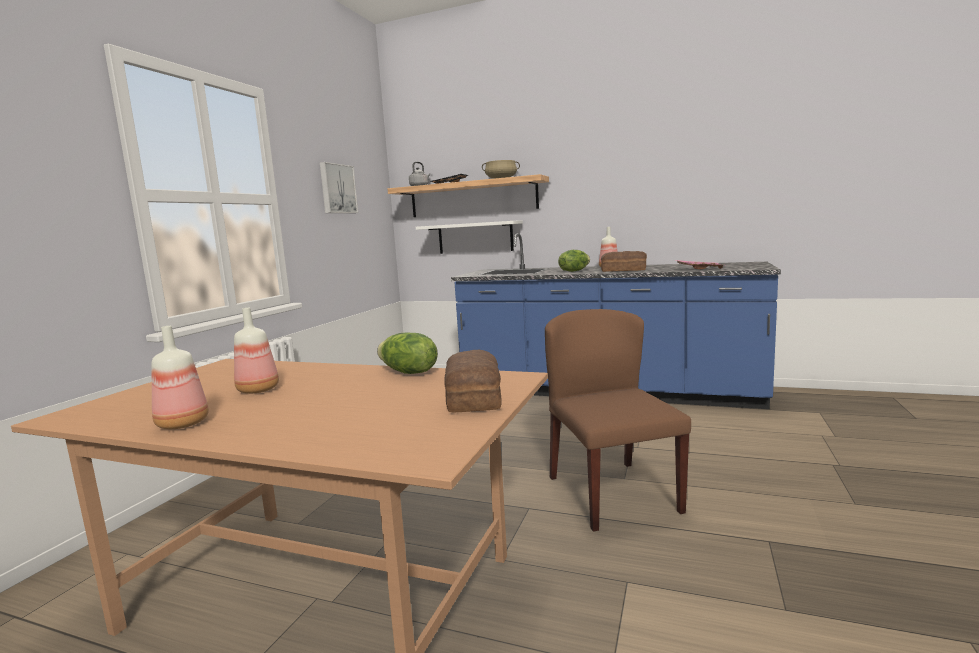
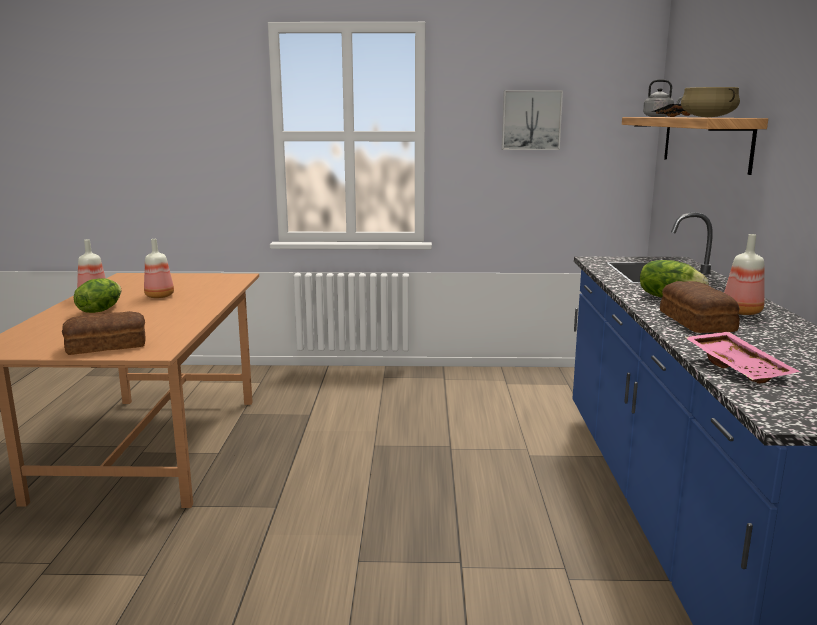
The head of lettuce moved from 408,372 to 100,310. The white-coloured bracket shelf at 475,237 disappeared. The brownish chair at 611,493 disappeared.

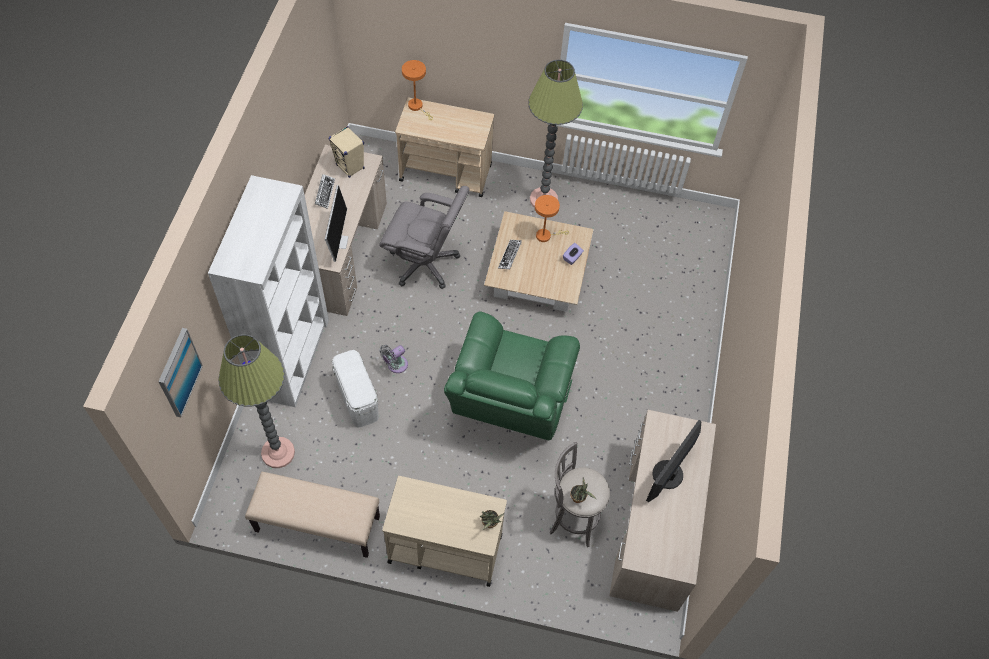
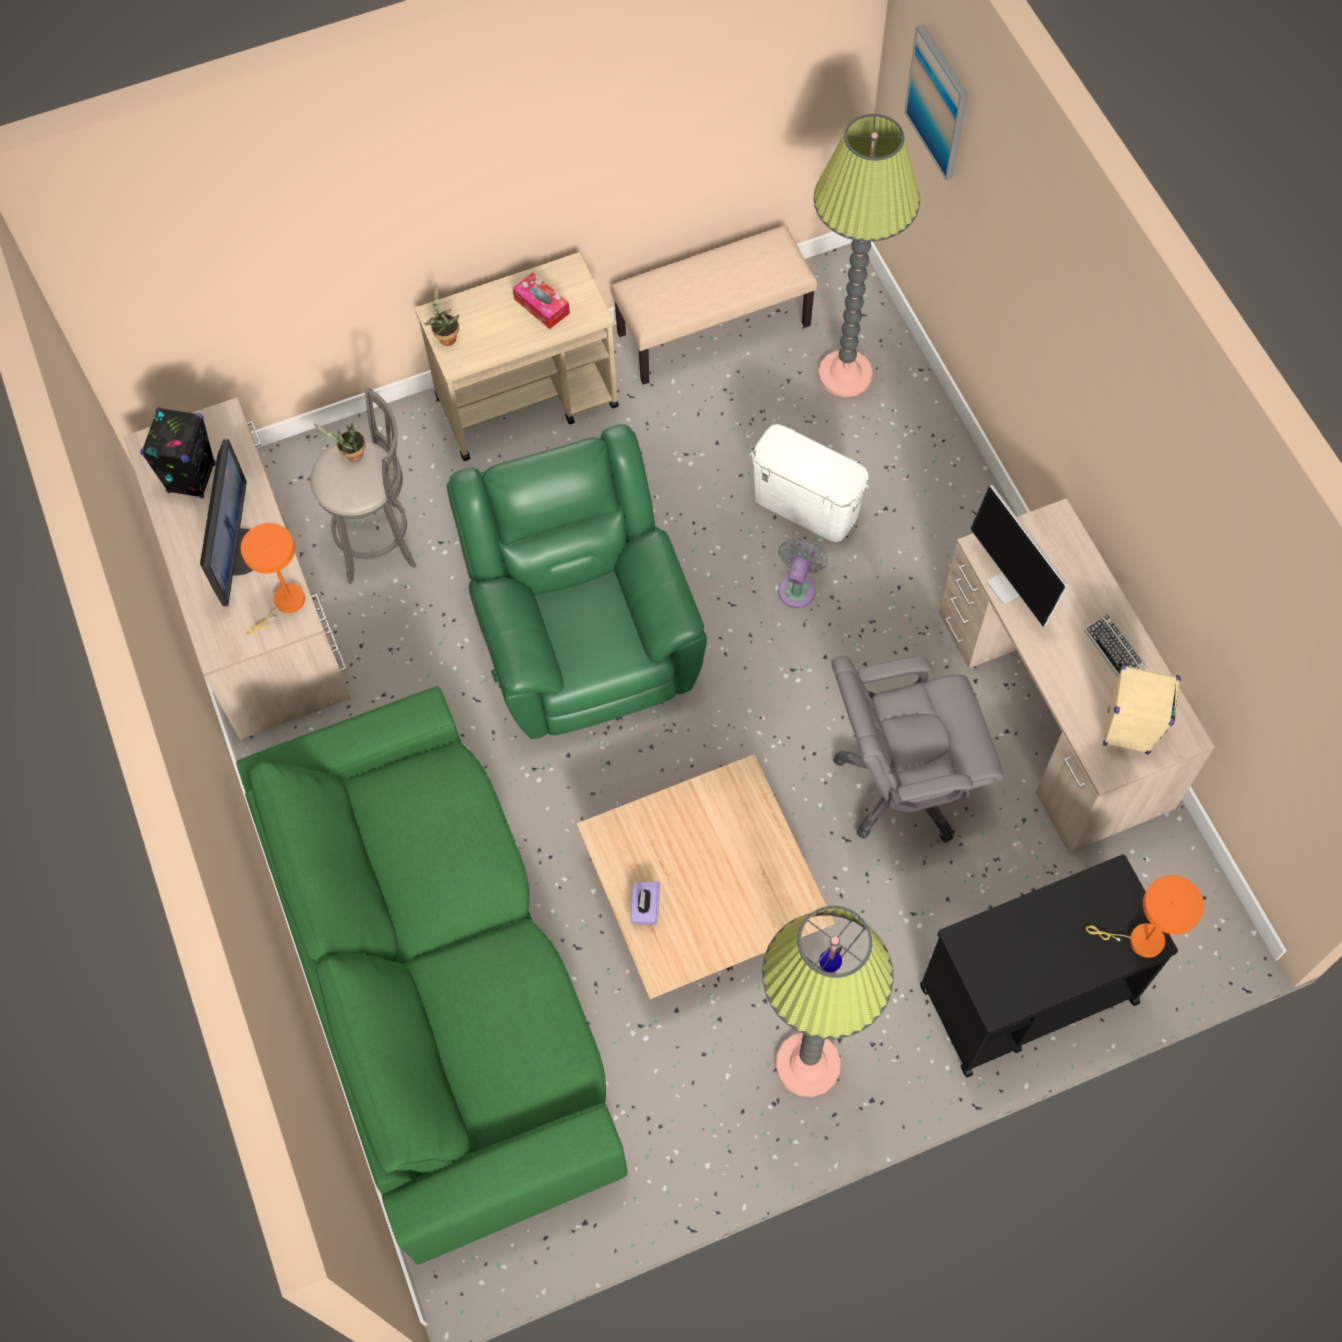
The white-coloured bookcase at 291,357 disappeared. The sand-coloured trolley at 446,173 became the black-coloured trolley at 1026,994. The computer keyboard at 510,256 disappeared. The orangey lamp for a table moved from 546,235 to 285,604. The black-coloured speaker at 192,478 appeared. The green settee at 441,981 appeared. The box of tissues at 541,306 appeared.

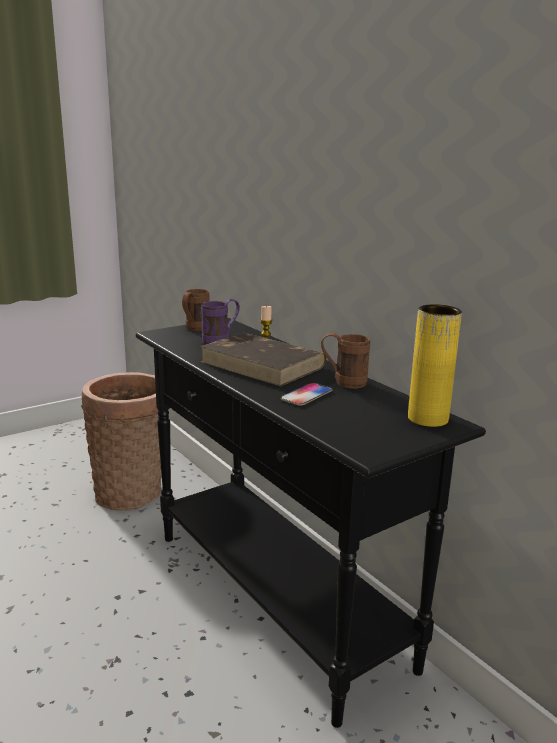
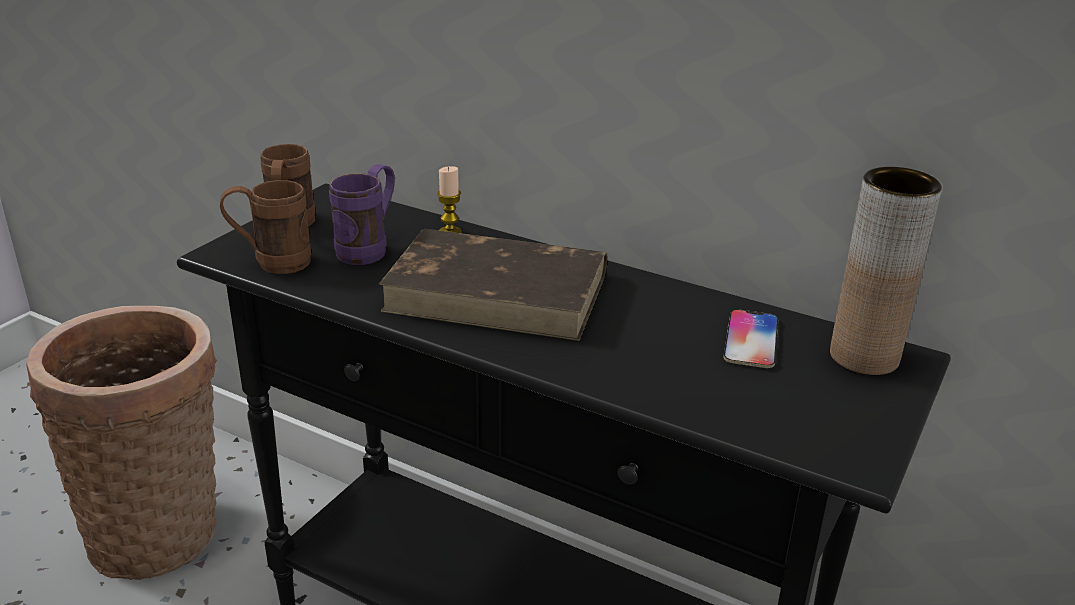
The phone moved from 306,395 to 751,340. The brownish mug moved from 343,382 to 271,263. The yellowish flower vase at 427,419 became the brownish flower vase at 864,357.

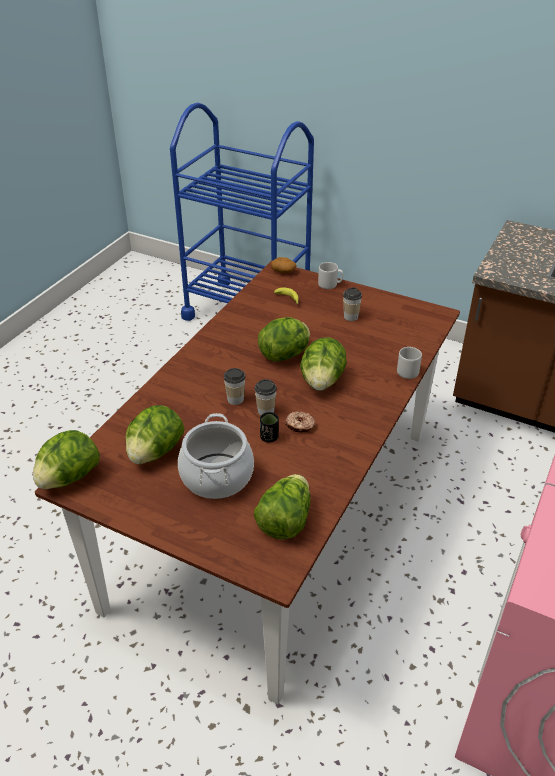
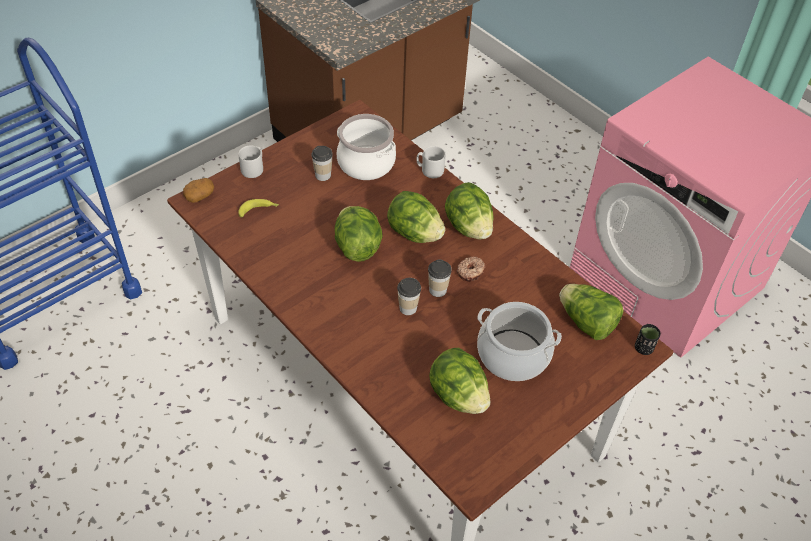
The head of lettuce moved from 69,478 to 468,227. The black-coloured small cup moved from 269,437 to 643,348. The saucepot at 366,162 appeared.

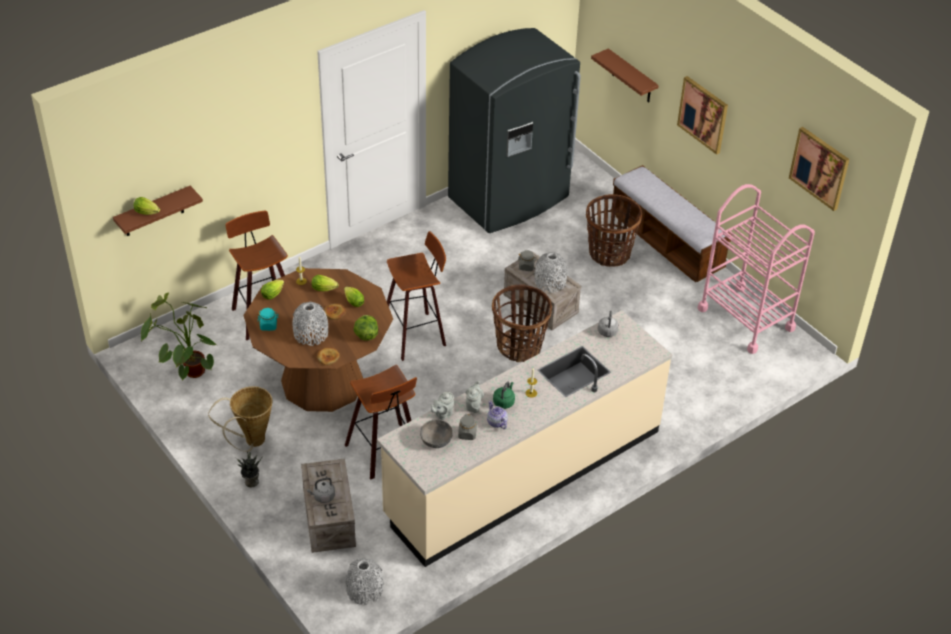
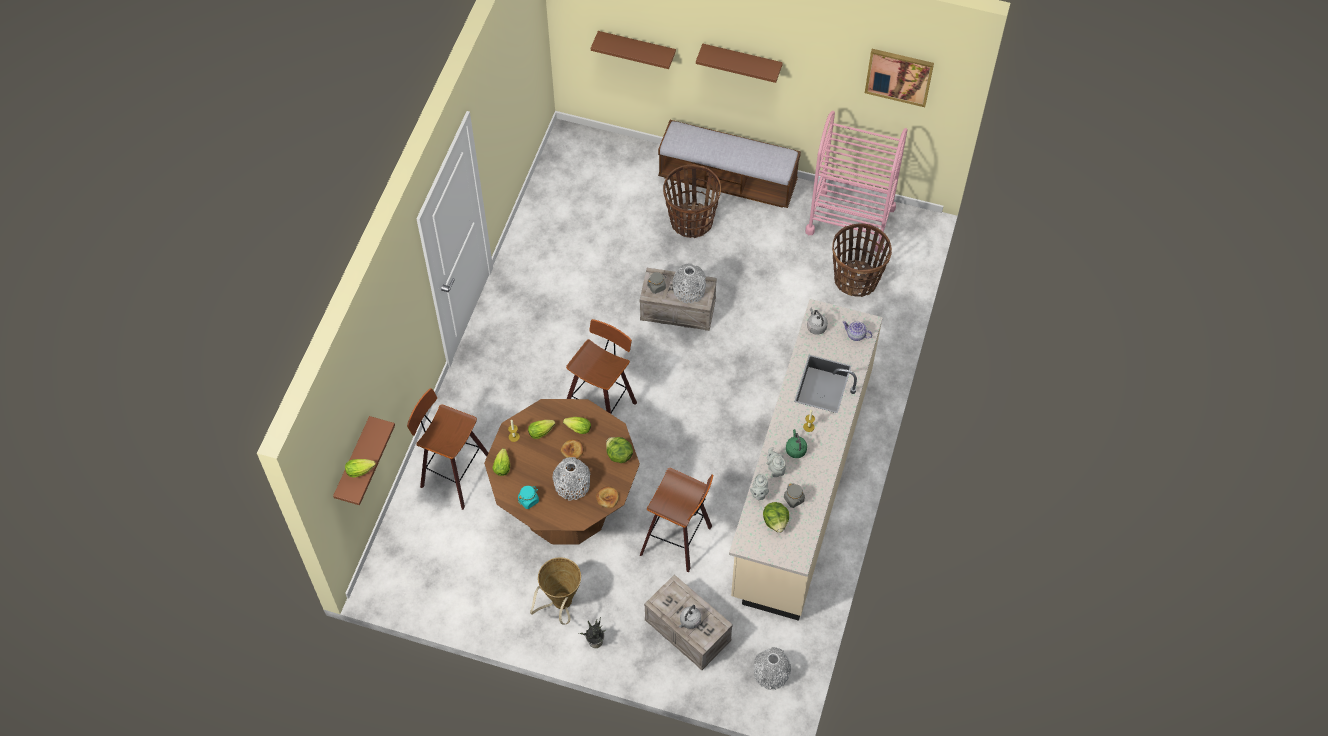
The potted plant at 186,368 disappeared. The gray serving bowl at 436,440 was replaced by the head of lettuce at 775,521. The gray fridge at 510,199 disappeared. The pot for tea moved from 496,422 to 855,335. The storage basket moved from 519,347 to 856,279. The wall art at 703,114 was replaced by the brownish bracket shelf at 741,62.

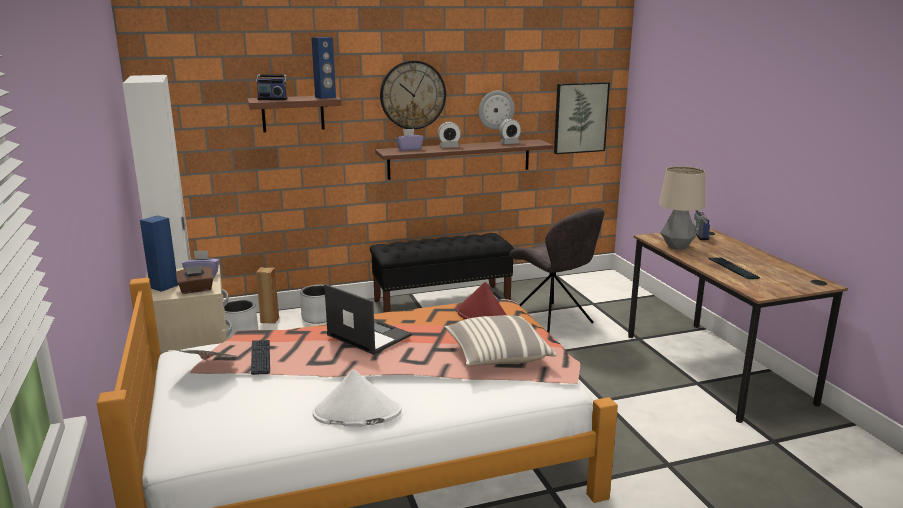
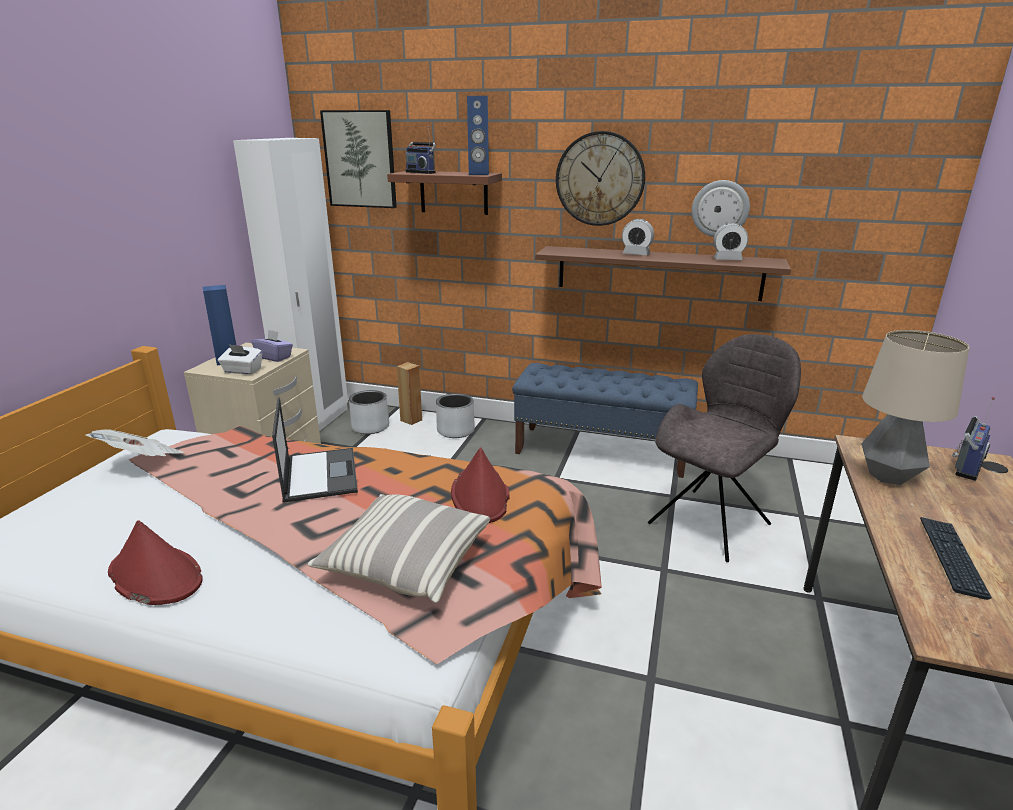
The brownish box of tissues at 196,289 became the white-coloured box of tissues at 242,371. The computer keyboard at 260,357 disappeared. The white-coloured wearable hat at 356,413 became the reddish wearable hat at 155,576. The black-coloured bench at 442,301 became the bluish bench at 602,451. The purplish box of tissues at 409,149 disappeared. The gray chair at 552,321 turned 135 degrees counterclockwise. The wall art moved from 580,117 to 360,159.

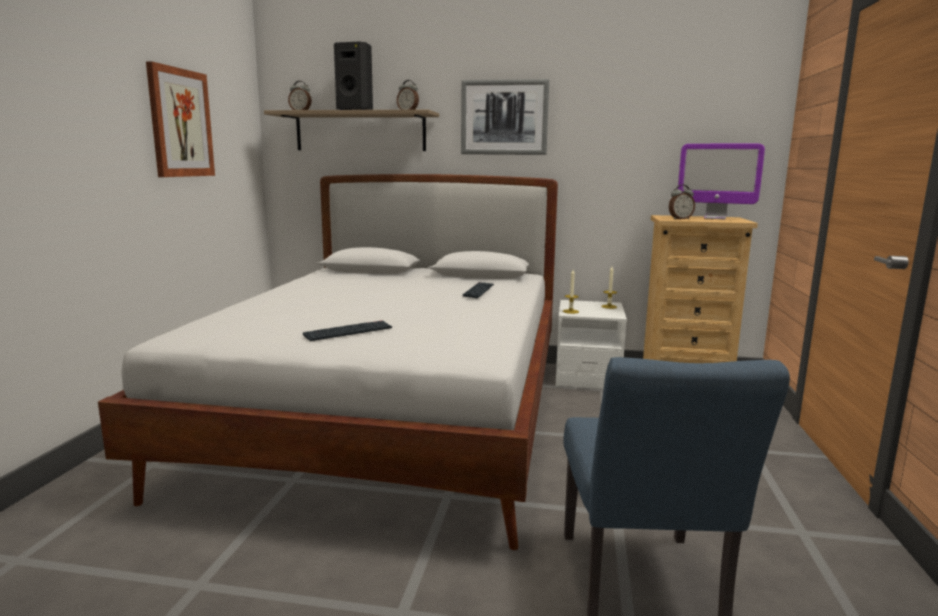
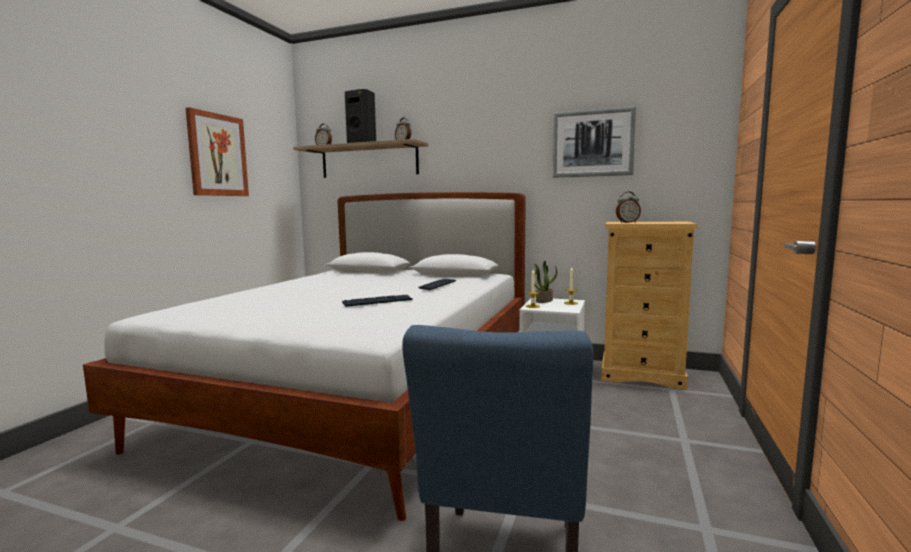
The computer keyboard moved from 348,332 to 378,302. The wall art moved from 504,117 to 592,143. The computer screen at 715,218 disappeared. The potted plant at 544,300 appeared.

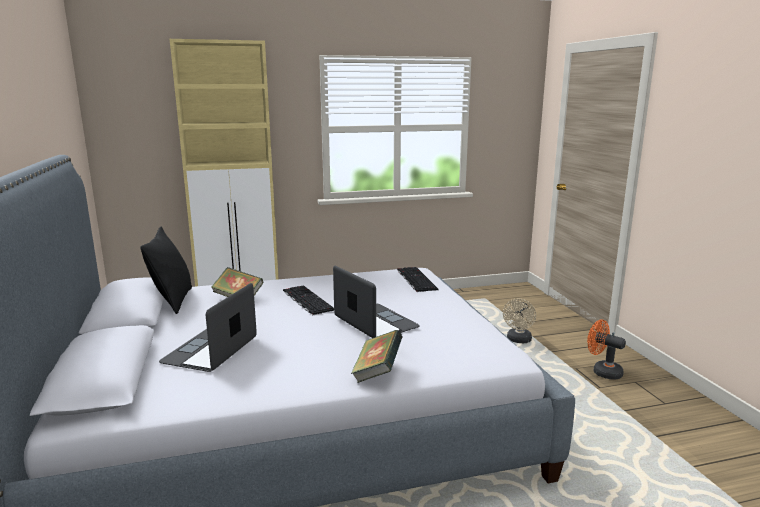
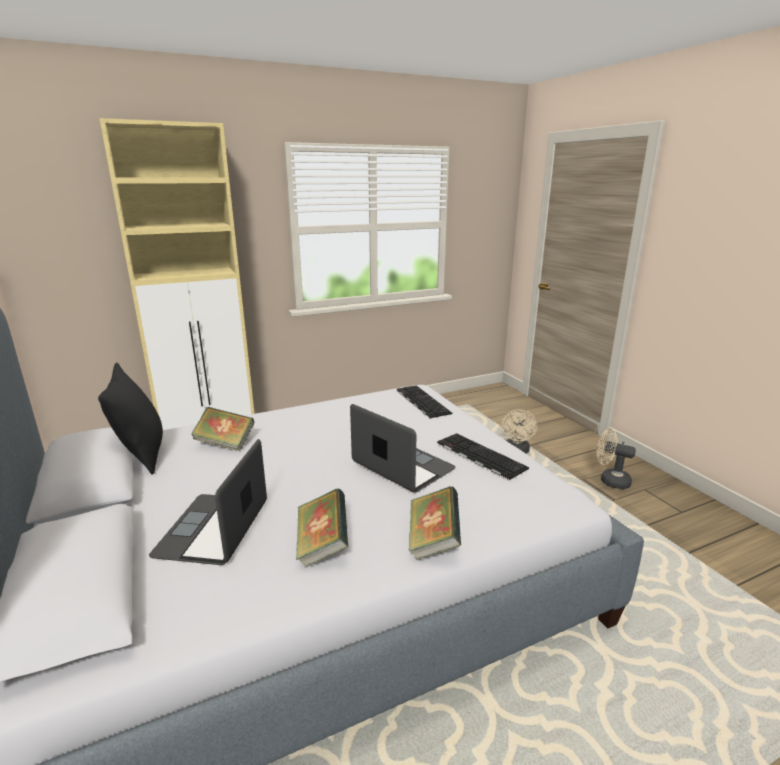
The computer keyboard moved from 306,300 to 479,455. The orangey electric fan at 602,371 became the sand-coloured electric fan at 610,480. The volume at 322,545 appeared.

